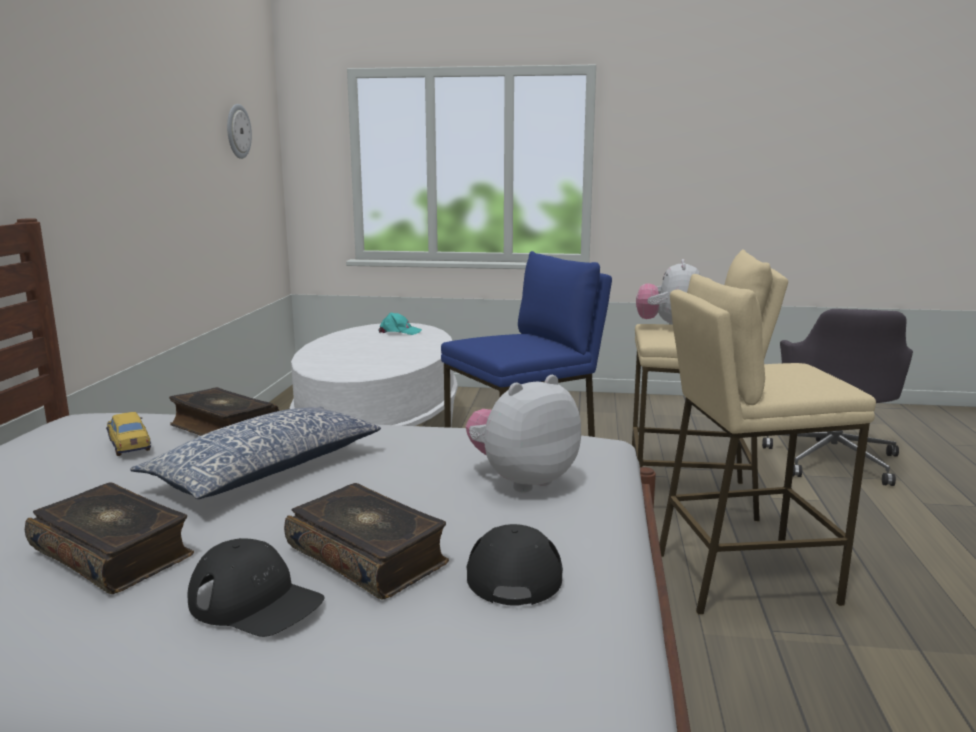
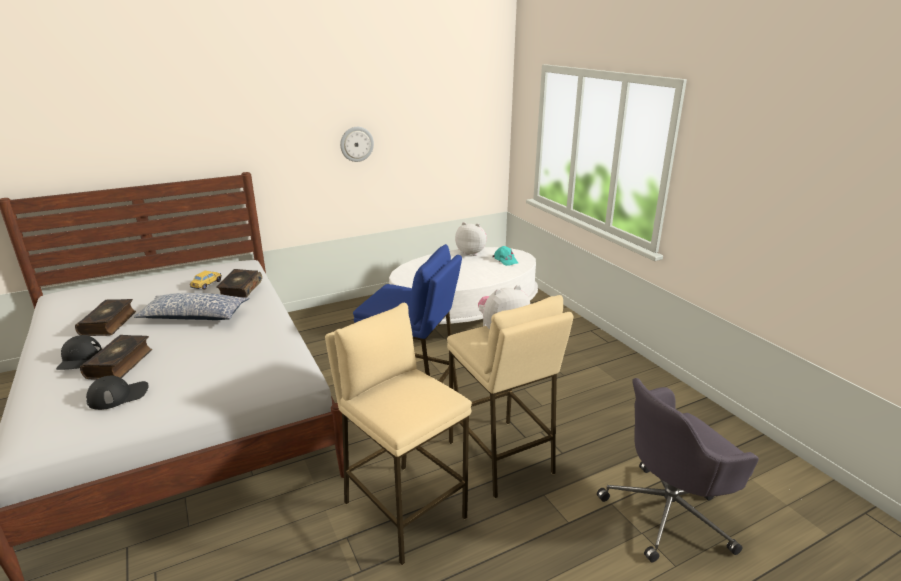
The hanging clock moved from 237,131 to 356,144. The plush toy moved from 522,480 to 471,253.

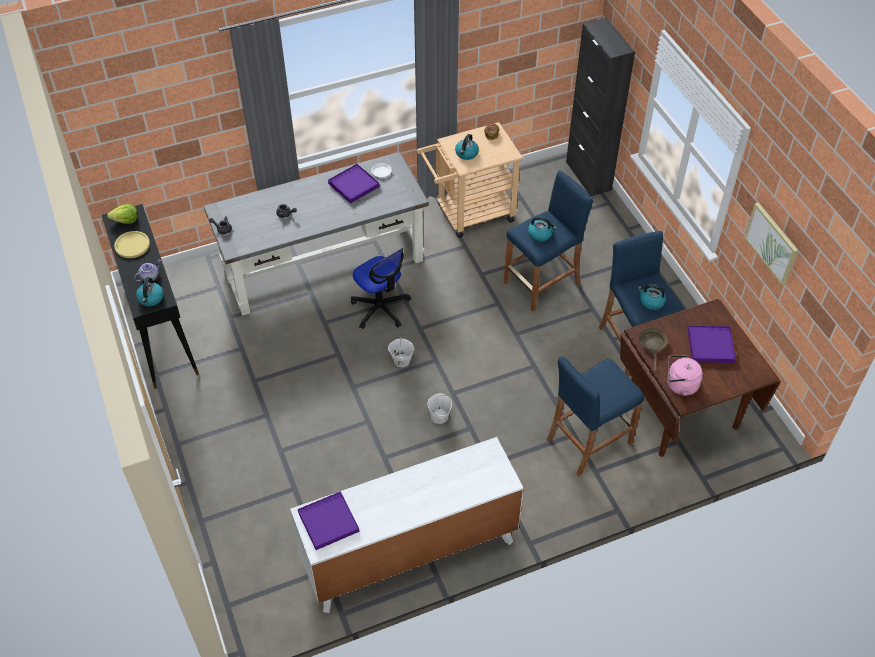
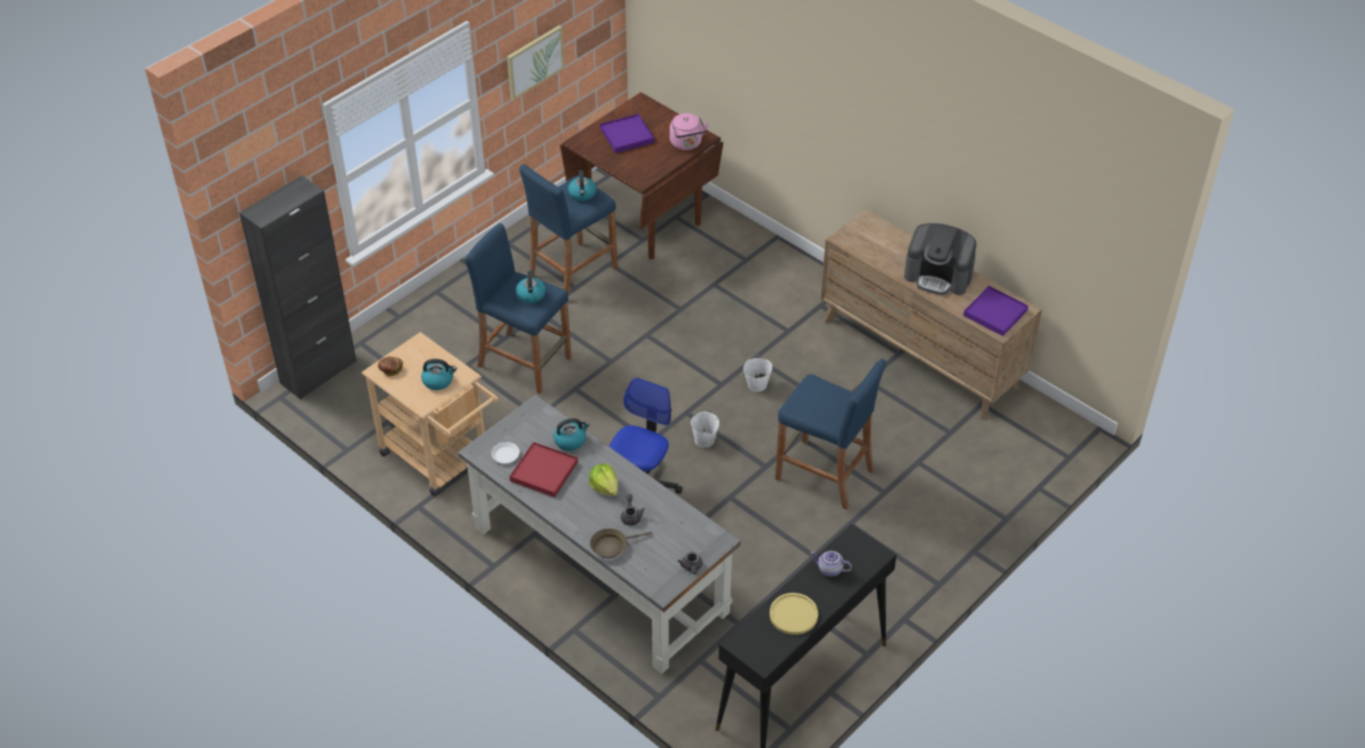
The head of lettuce moved from 126,220 to 605,487. The kettle moved from 151,298 to 570,440. The white-coloured drawer chest at 409,553 became the brownish drawer chest at 920,353. The purplish serving tray at 353,185 became the reddish serving tray at 543,472. The bluish stool moved from 589,441 to 824,474. The brownish pan moved from 652,344 to 612,546. The coffee maker at 938,275 appeared.

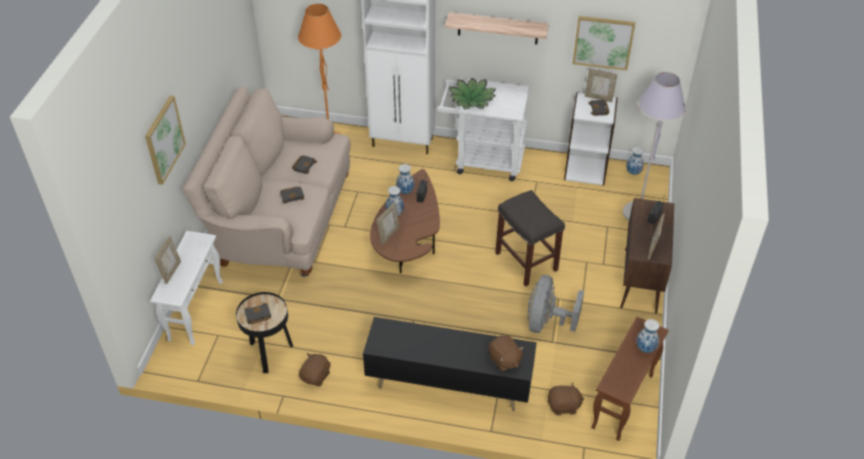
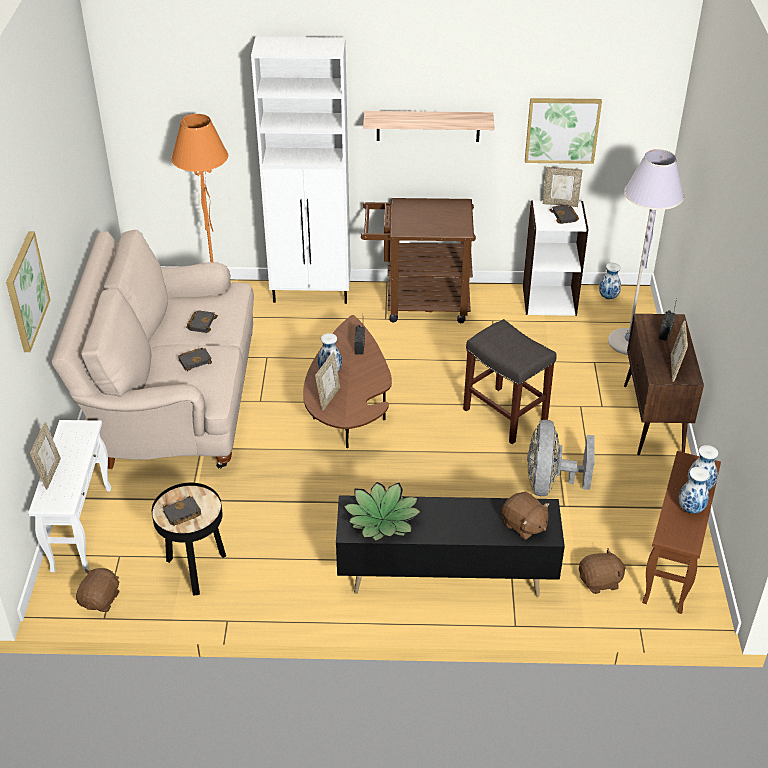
The brownish plush toy moved from 316,376 to 101,600. The flower vase moved from 405,191 to 690,508. The white-coloured trolley at 482,160 became the brownish trolley at 418,303. The potted plant moved from 472,99 to 382,519.

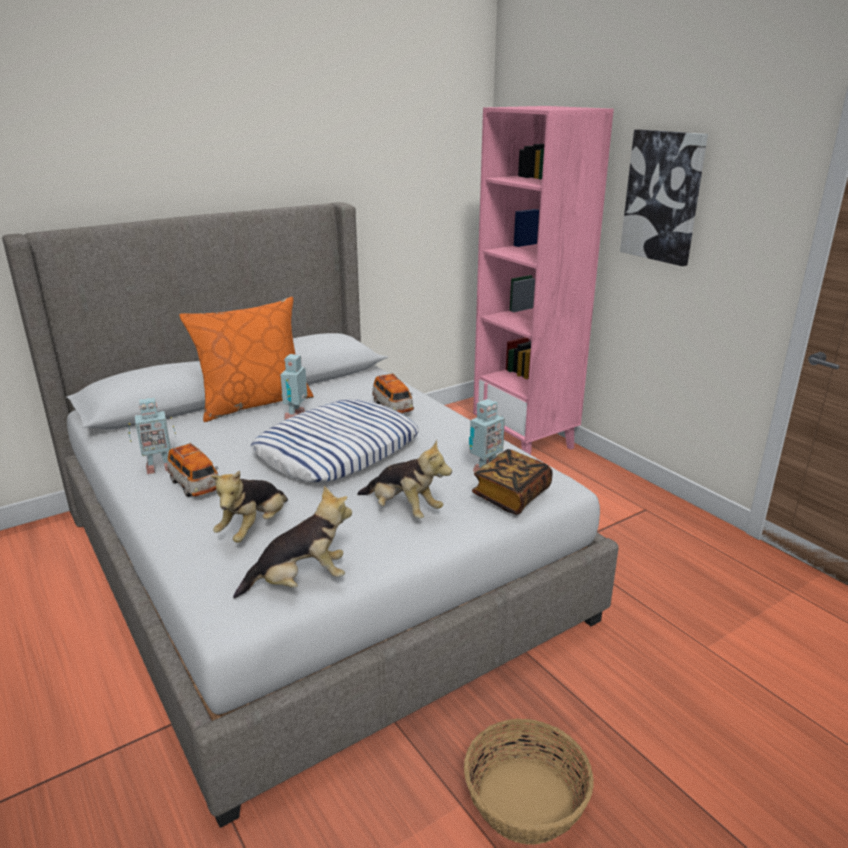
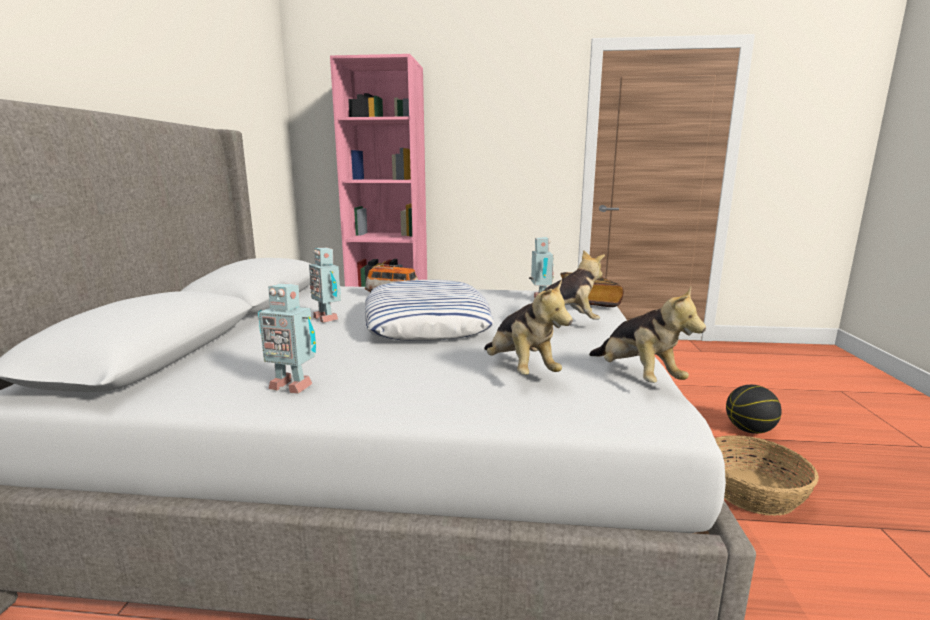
The robot figure at 158,467 turned 90 degrees clockwise. The toy car at 195,485 disappeared. The orangey pillow at 254,403 disappeared. The plush toy at 300,582 turned 135 degrees clockwise. The wall art at 663,197 disappeared. The ball for basketball at 749,430 appeared.

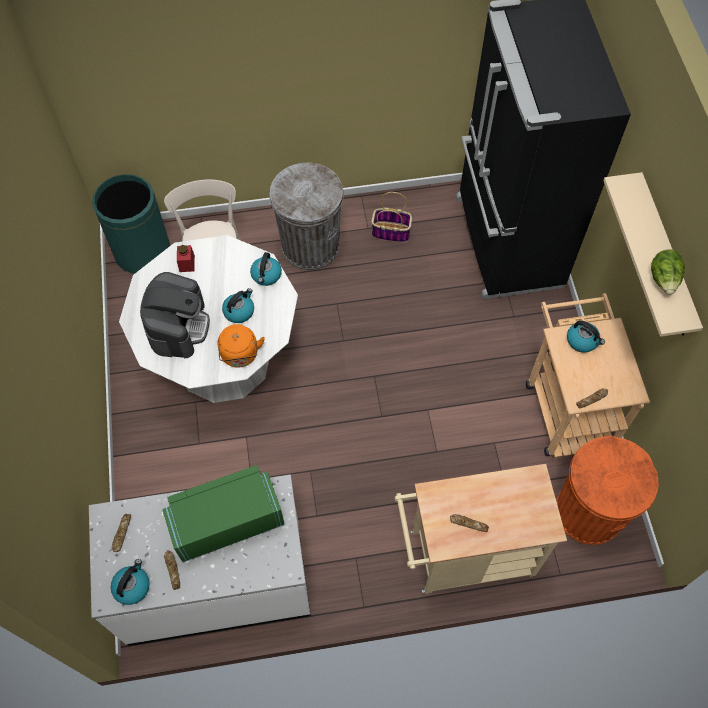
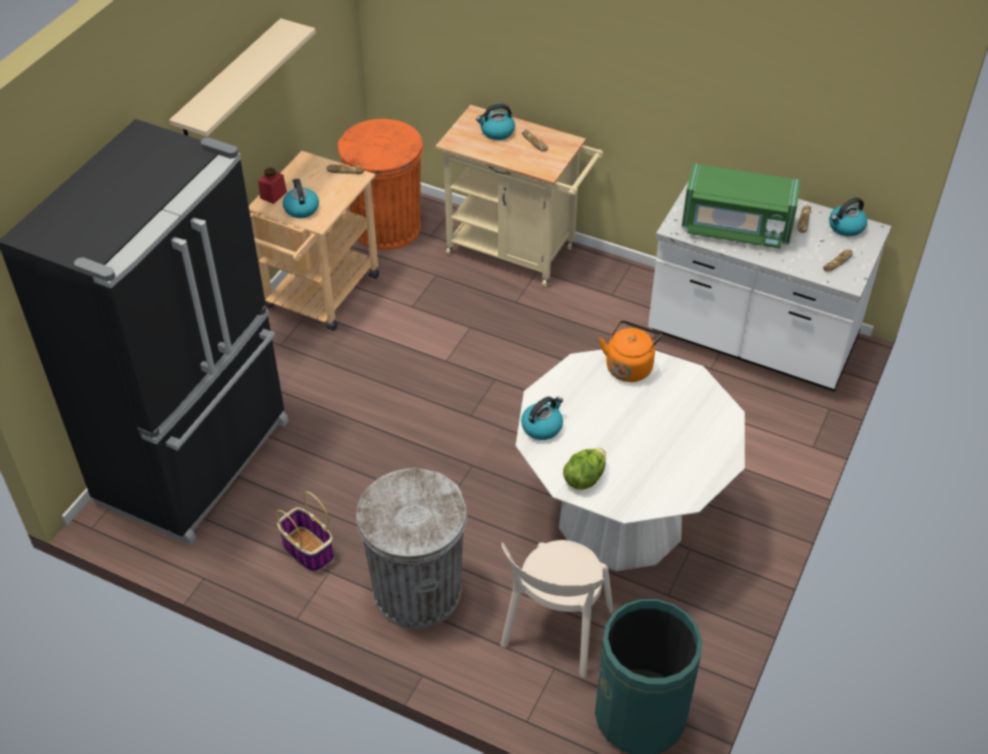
The coffee maker at 178,326 disappeared. The reddish storage jar moved from 187,263 to 273,195. The kettle moved from 239,311 to 497,132. The head of lettuce moved from 663,280 to 584,478.

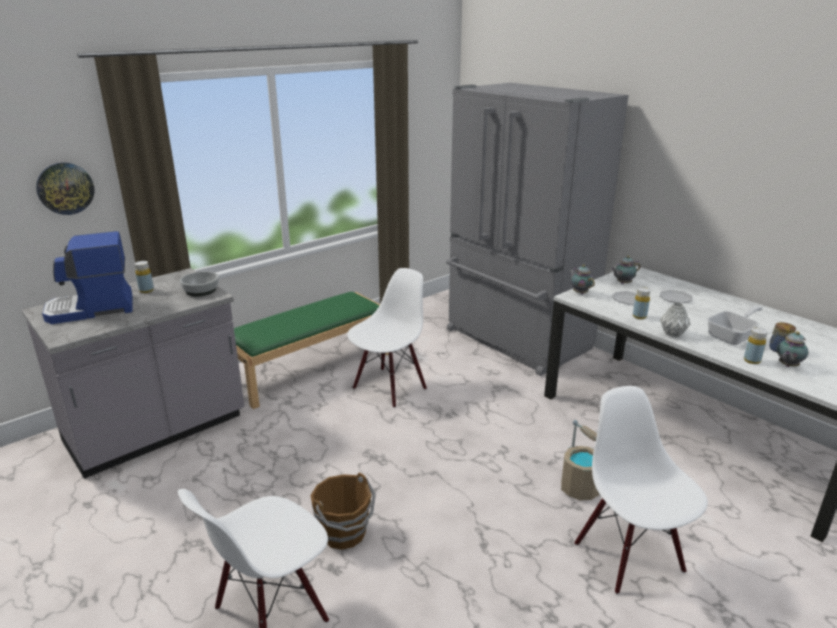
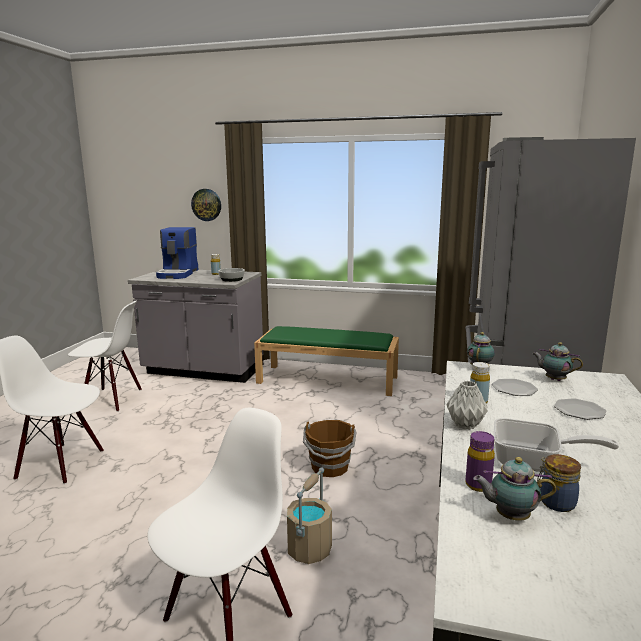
The coffee maker at 91,310 turned 120 degrees counterclockwise. The brownish water bucket moved from 344,533 to 330,468. The white-coloured chair moved from 389,387 to 111,399. The yellowish bottle at 752,360 became the purplish bottle at 478,485.

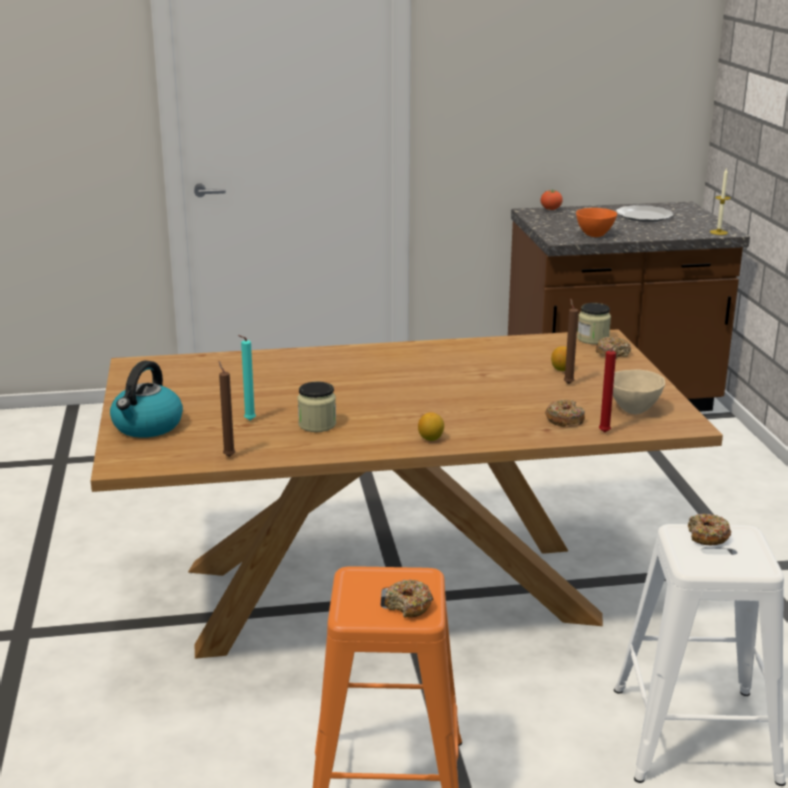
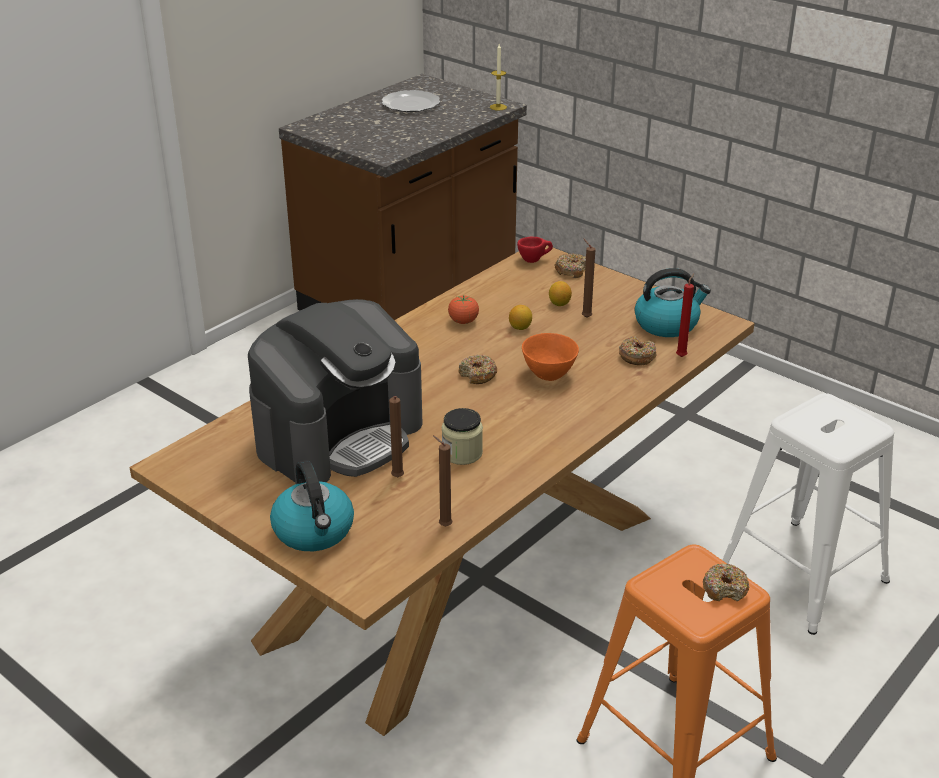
The turquoise wax light at 248,421 became the brownish wax light at 397,478. The lemon moved from 431,438 to 520,327. The whole tomato moved from 550,209 to 463,321. The orangey serving bowl moved from 594,235 to 549,375. The storage jar at 593,339 was replaced by the reddish small cup at 534,260. The sand-coloured serving bowl at 633,409 was replaced by the kettle at 667,324. The doughnut moved from 707,536 to 477,375. The coffee maker at 339,436 appeared.

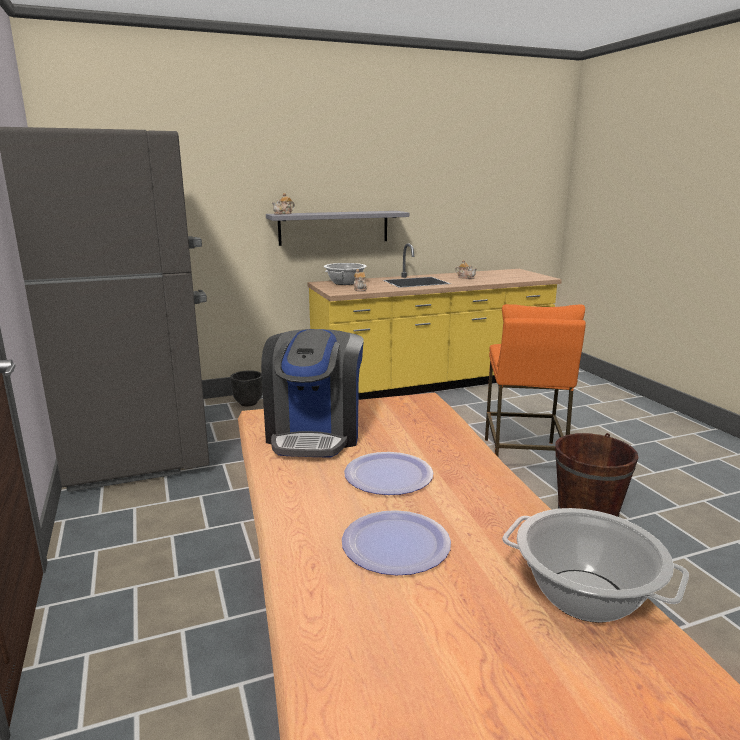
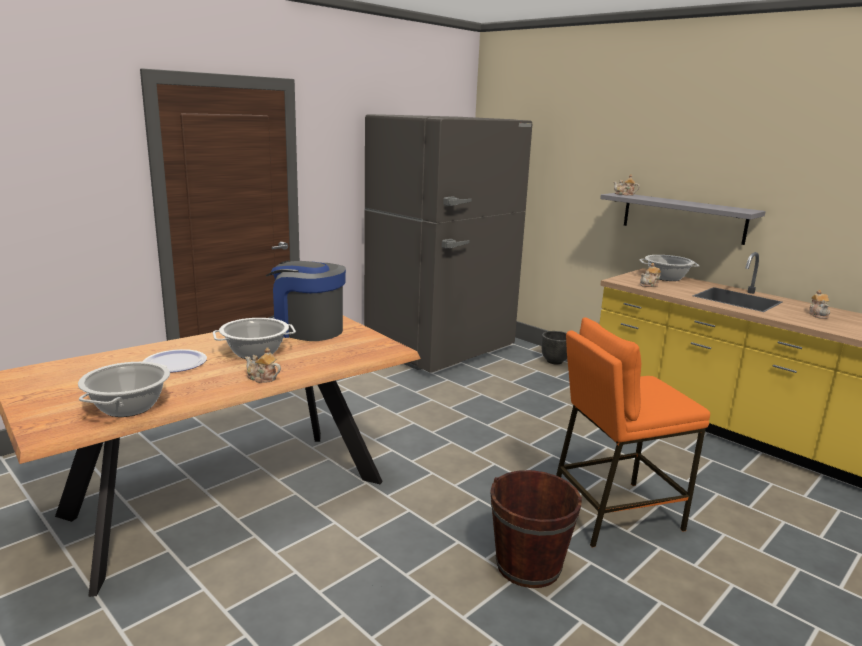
The coffee maker at 315,434 turned 45 degrees clockwise. The dinner plate at 388,475 was replaced by the saucepot at 256,353. The pot for tea at 262,378 appeared.

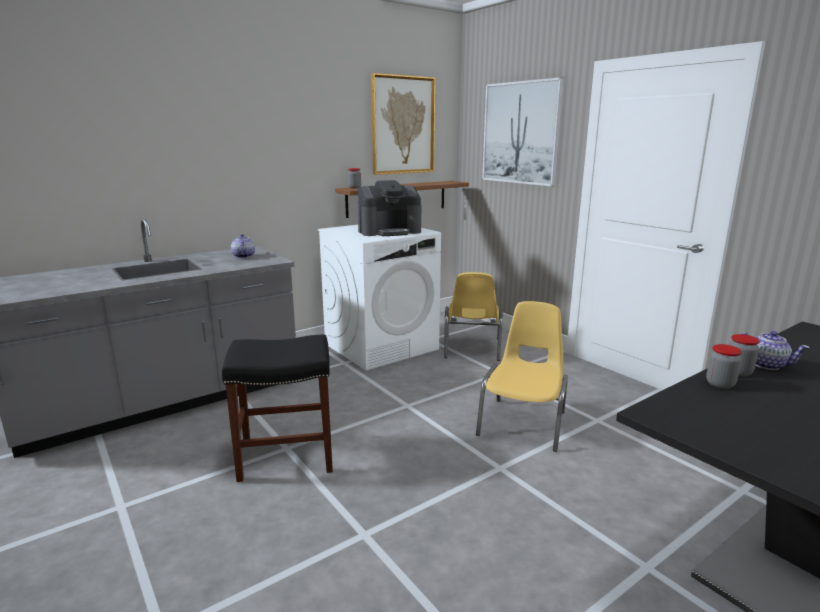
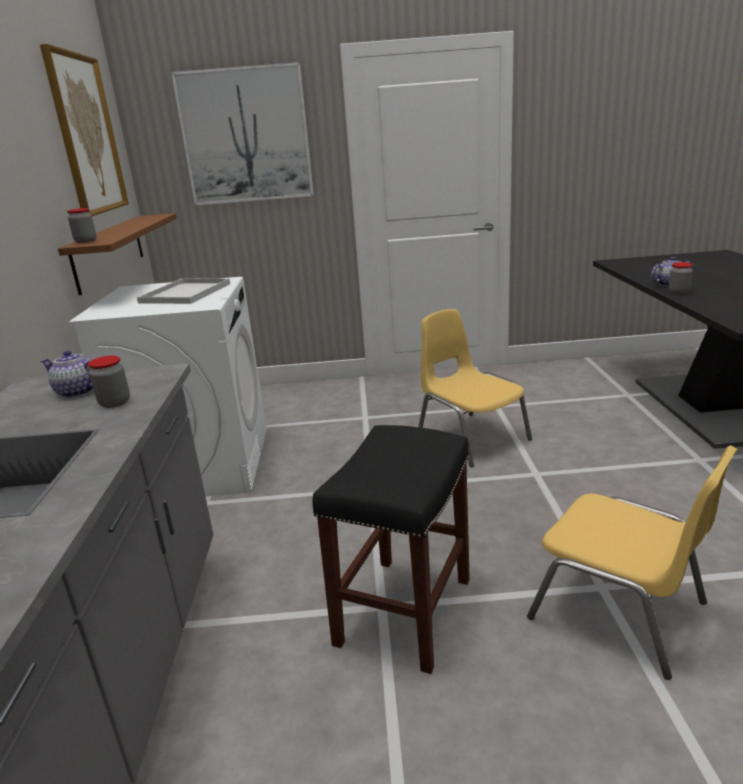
The coffee maker at 389,231 was replaced by the white-coloured serving tray at 186,292. The yellowish chair moved from 471,348 to 620,611. The storage jar moved from 720,384 to 114,403.

